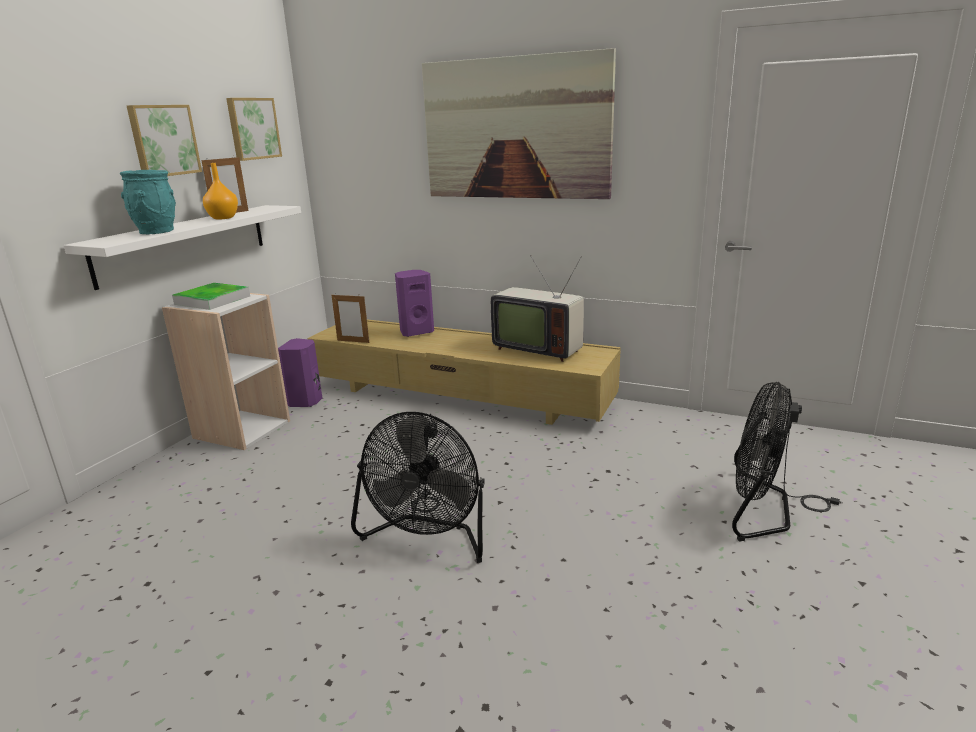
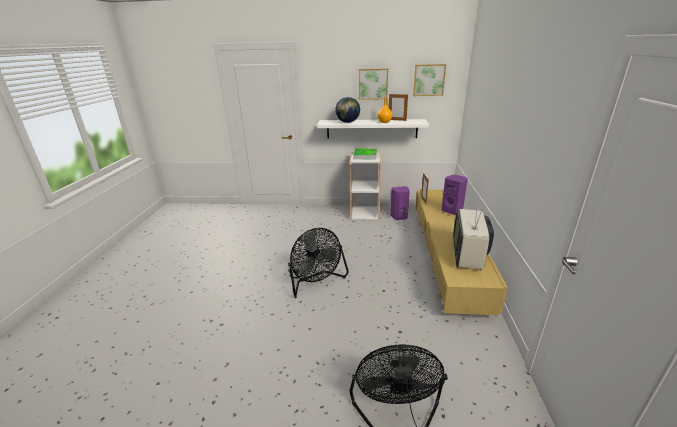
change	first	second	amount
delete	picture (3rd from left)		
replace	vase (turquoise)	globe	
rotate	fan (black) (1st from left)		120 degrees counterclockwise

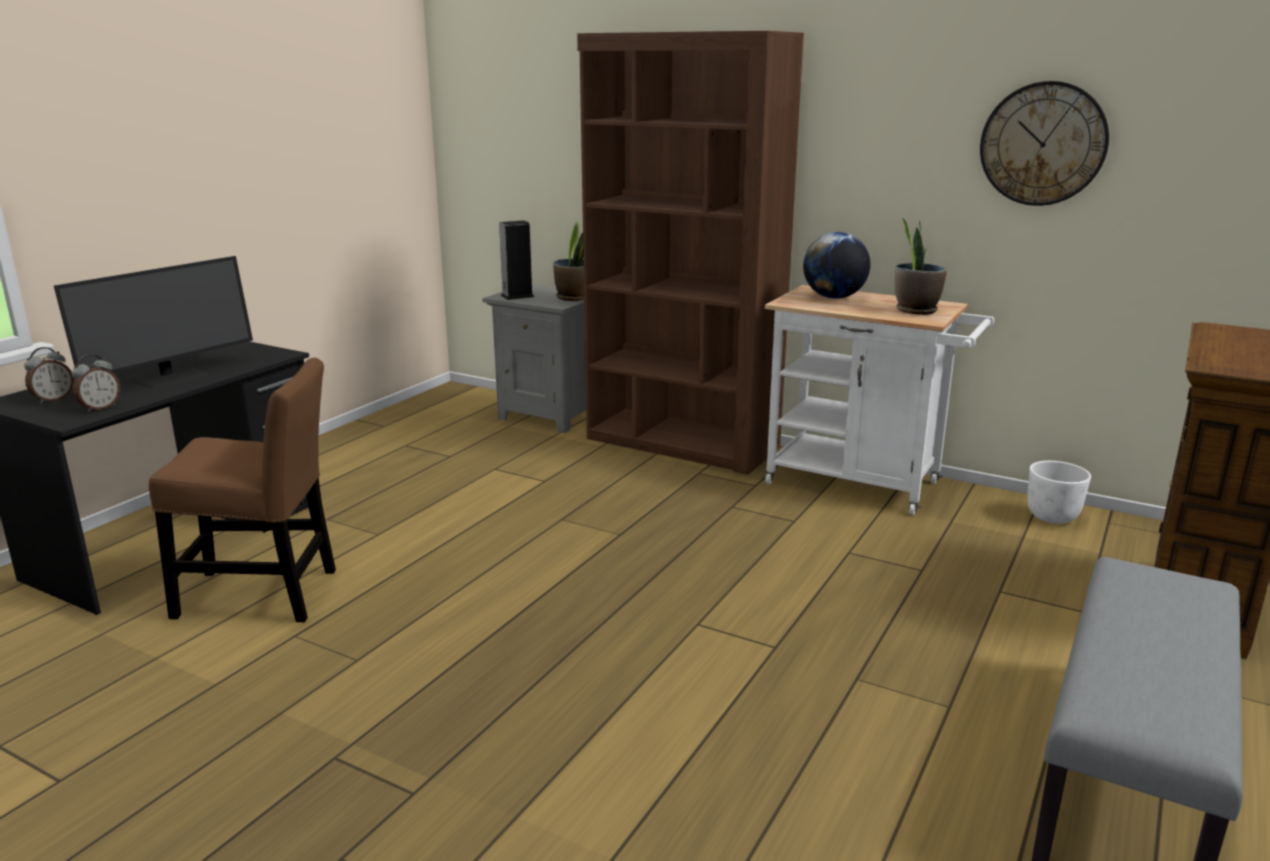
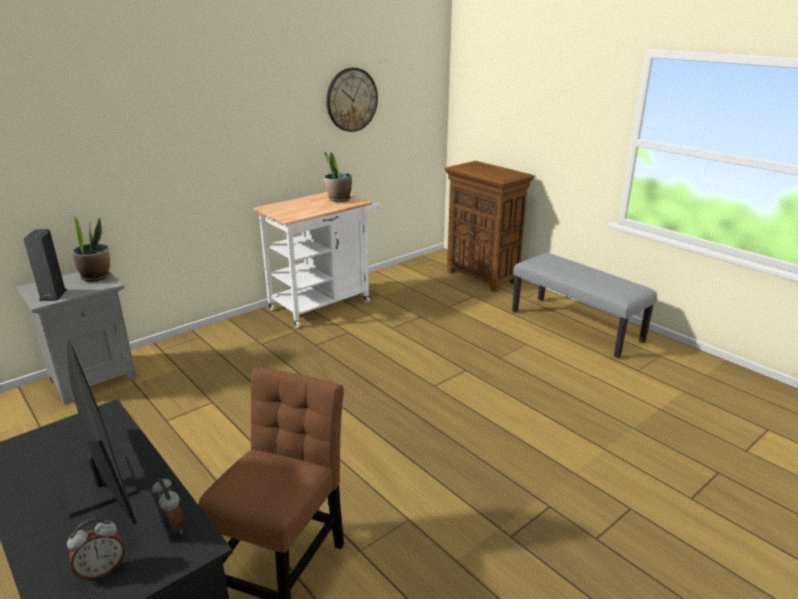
change	first	second	amount
delete	bookcase (brown)		
delete	globe		
delete	planter (white)		
rotate	alarm clock (1st from left)		90 degrees clockwise

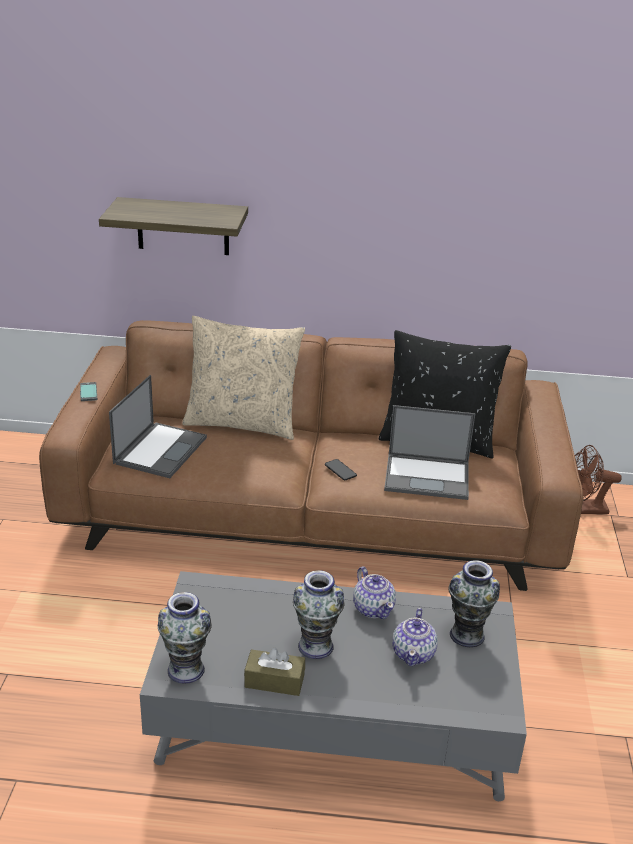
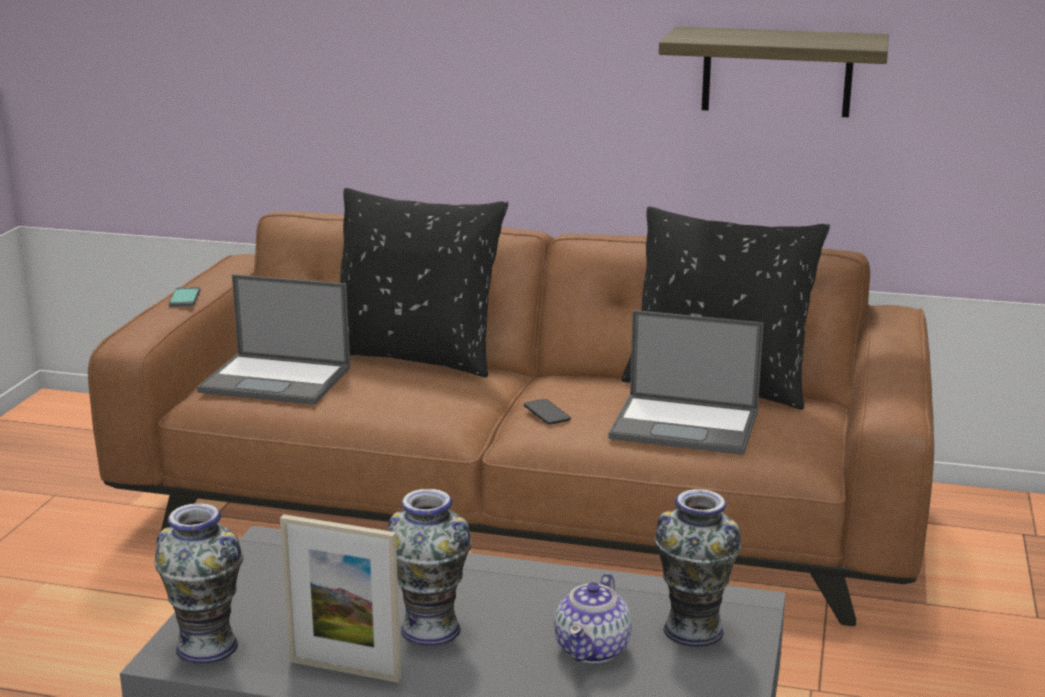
change	first	second	amount
delete	teapot (1st from left)		
delete	fan (brown)		
move	shelf		
replace	tissue box (brown)	picture frame	
recolor	pillow (beige)	pillow (black) (1st from left)	
rotate	laptop (1st from left)		75 degrees clockwise

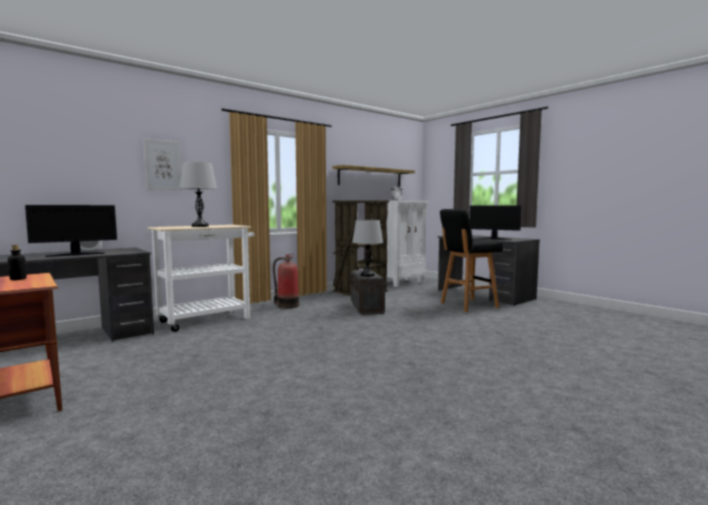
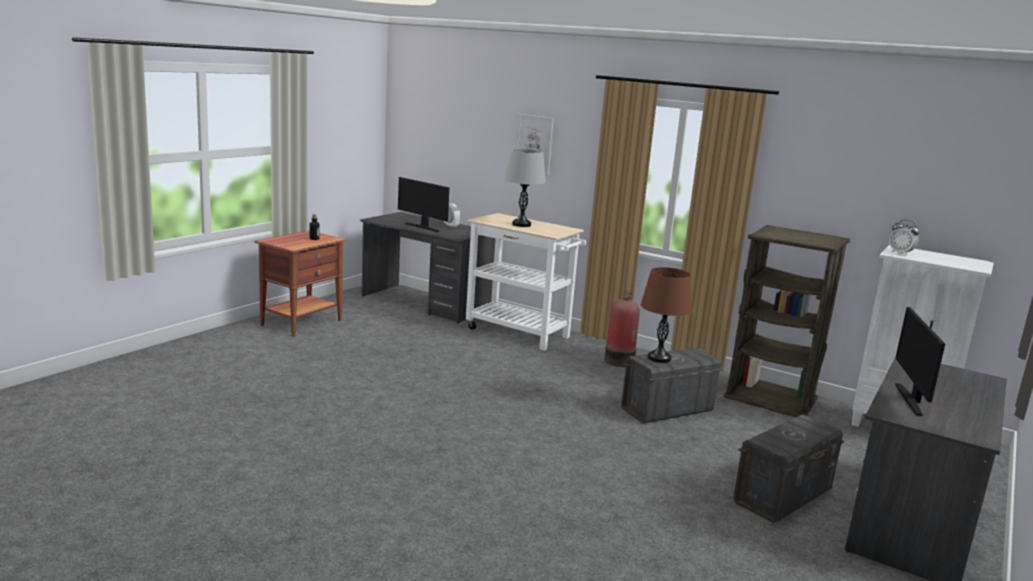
change	first	second	amount
delete	shelf		
replace	stool (black)	storage box (grey) (2nd from left)	
recolor	table lamp (grey) (2nd from left)	table lamp (brown)	

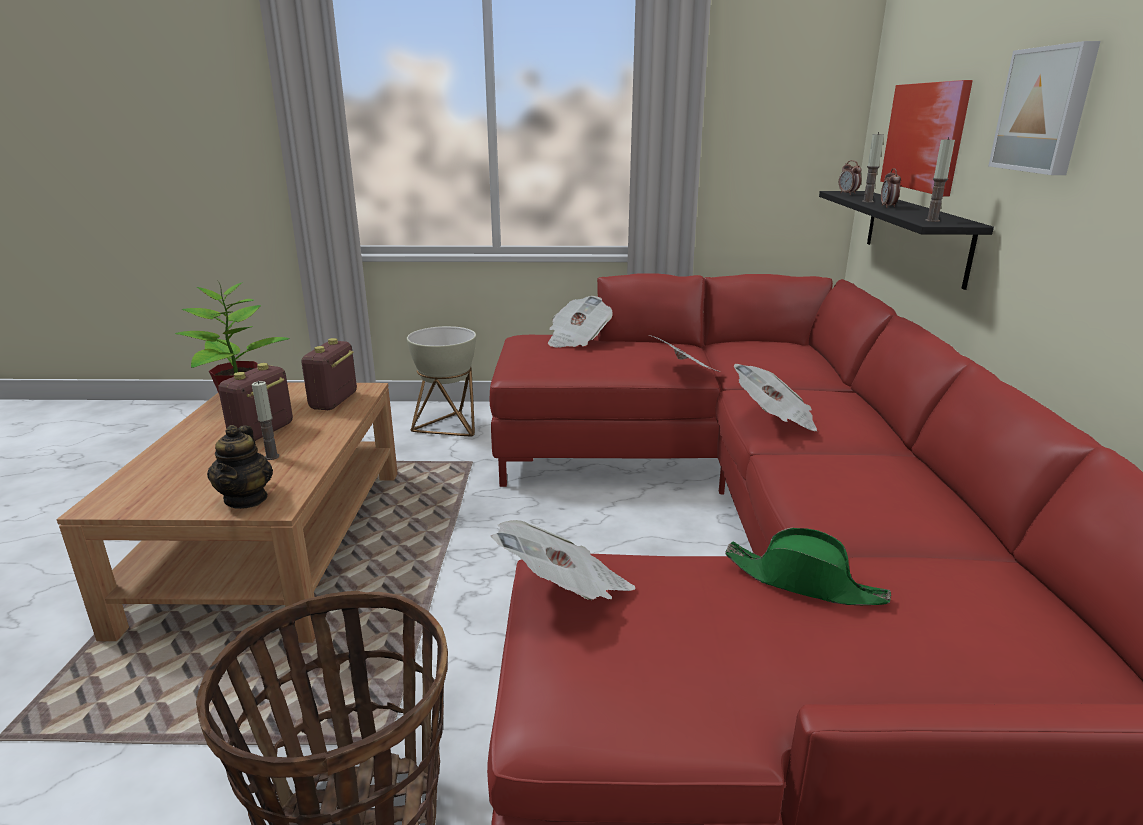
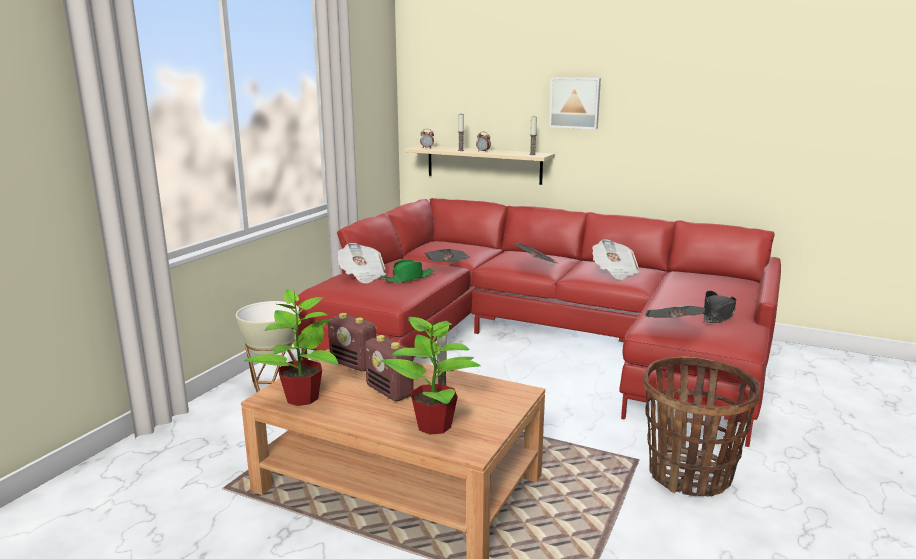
change	first	second	amount
delete	teapot		
delete	picture (1st from left)		
insert		potted plant (2nd from left)	
insert		newspaper (4th from left)	
insert		hat (black)	
move	hat (green)		
recolor	shelf (black)	shelf (beige)	

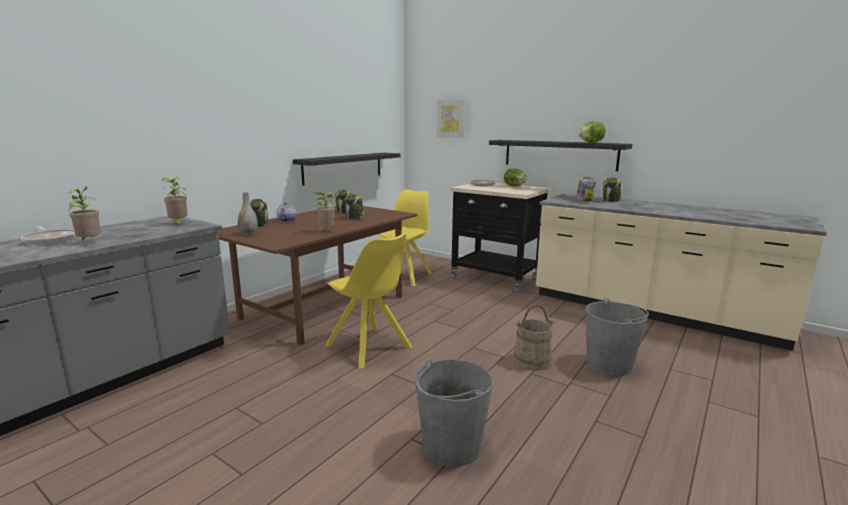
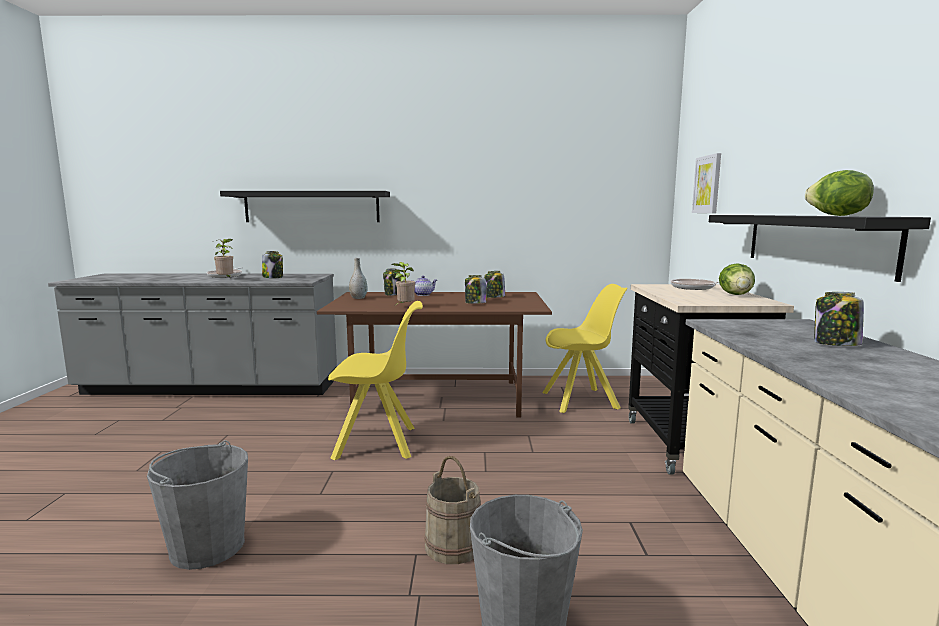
change	first	second	amount
delete	potted plant (2nd from left)		
move	shelf (black) (1st from left)		
move	jar (4th from left in the first image)	jar (1st from left)	
rotate	chair (yellow) (1st from left)		105 degrees counterclockwise

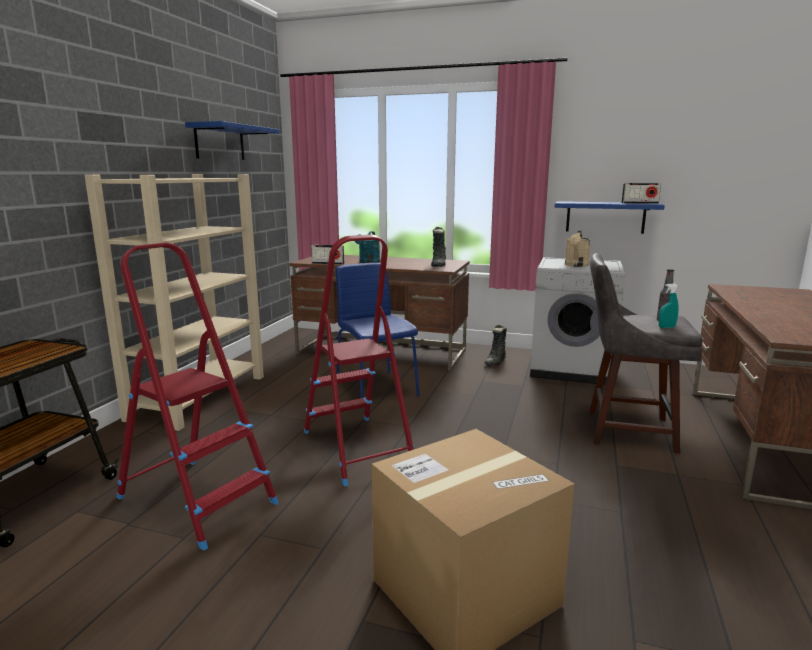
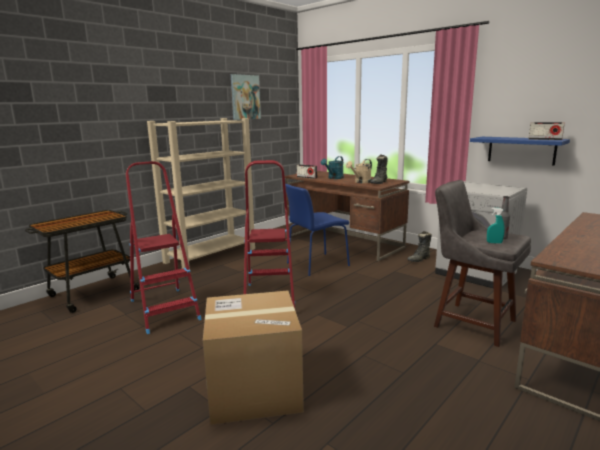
change	first	second	amount
move	watering can (beige)		
replace	shelf (blue) (1st from left)	picture	
rotate	chair (blue)		120 degrees counterclockwise

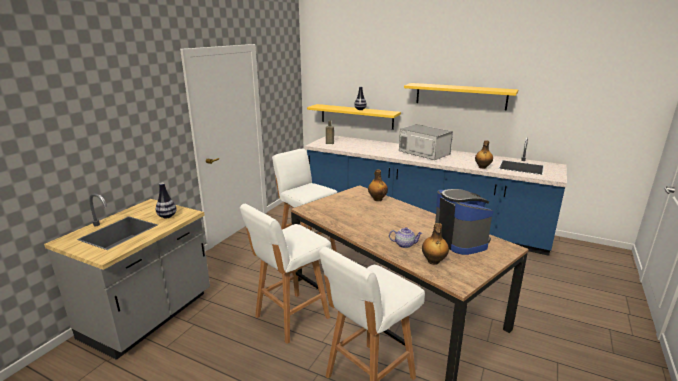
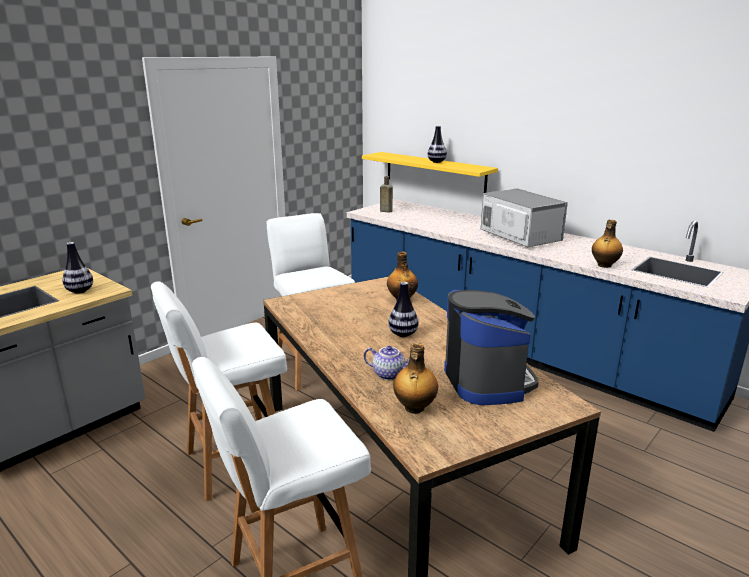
change	first	second	amount
delete	shelf (yellow) (2nd from left)		
insert		vase (2nd from left)	

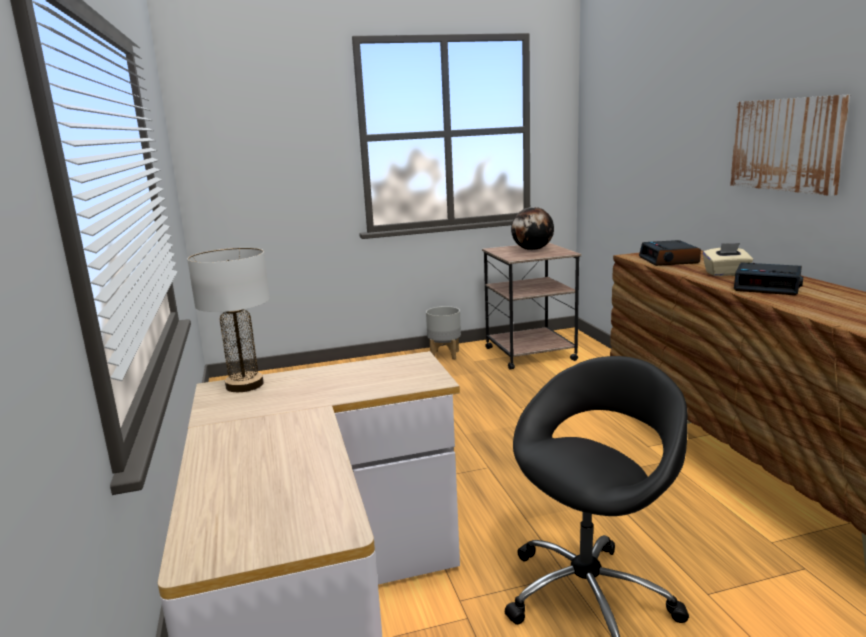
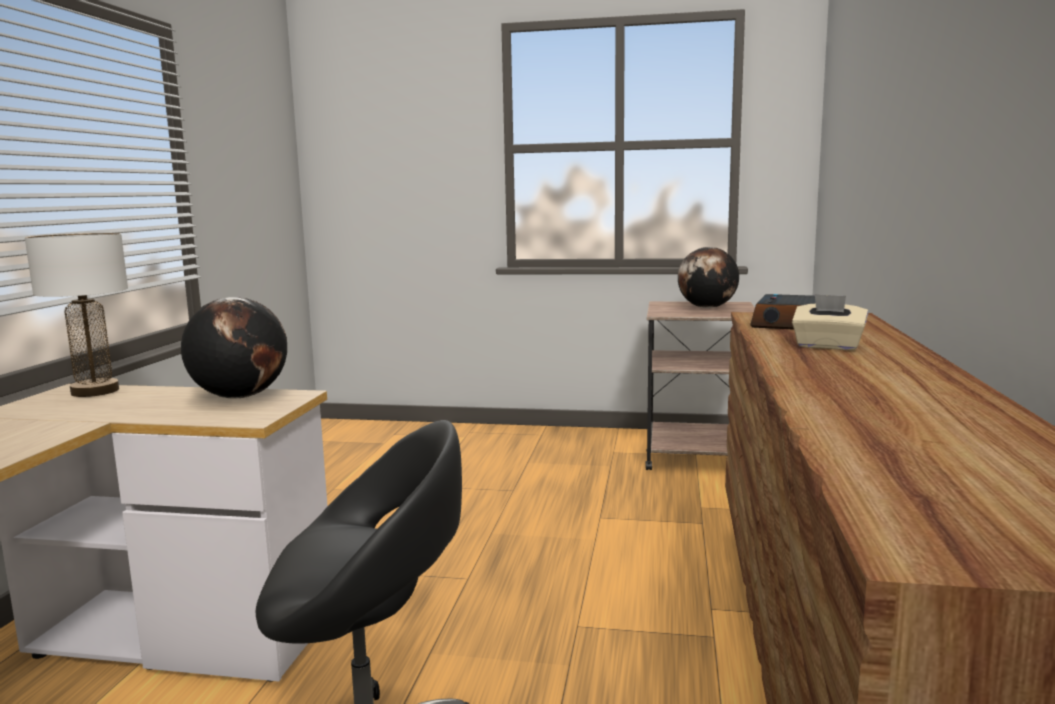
change	first	second	amount
delete	planter (grey)		
delete	picture		
delete	alarm clock (2nd from left)		
insert		globe (1st from left)	

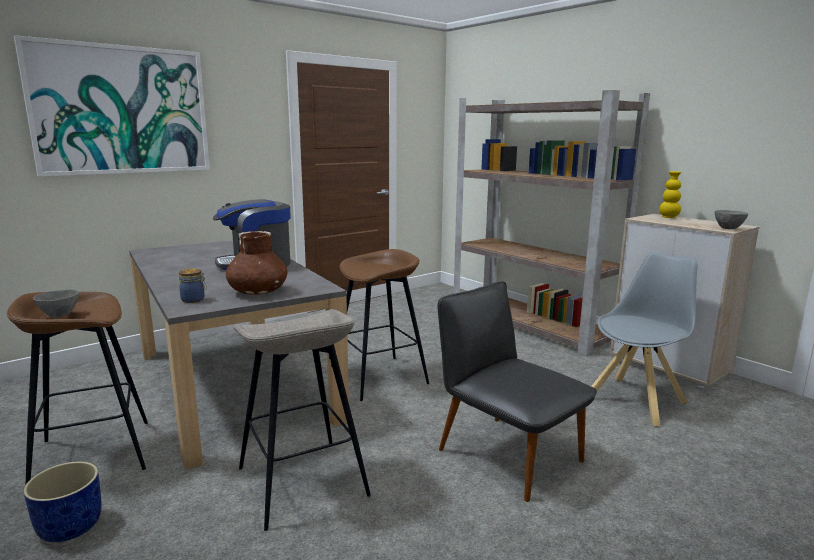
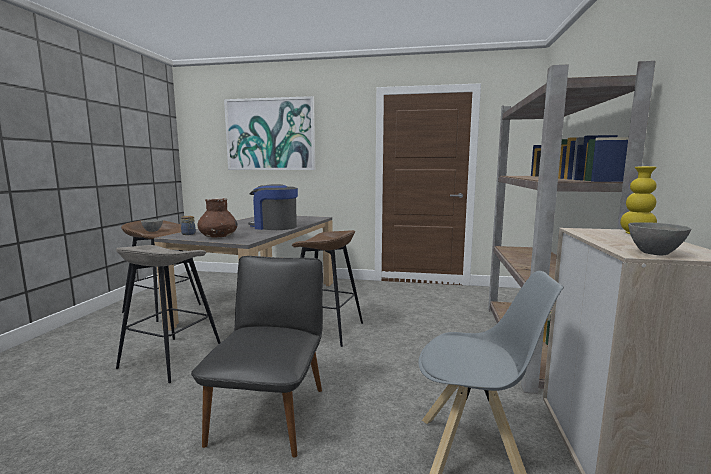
change	first	second	amount
delete	planter (blue)		

